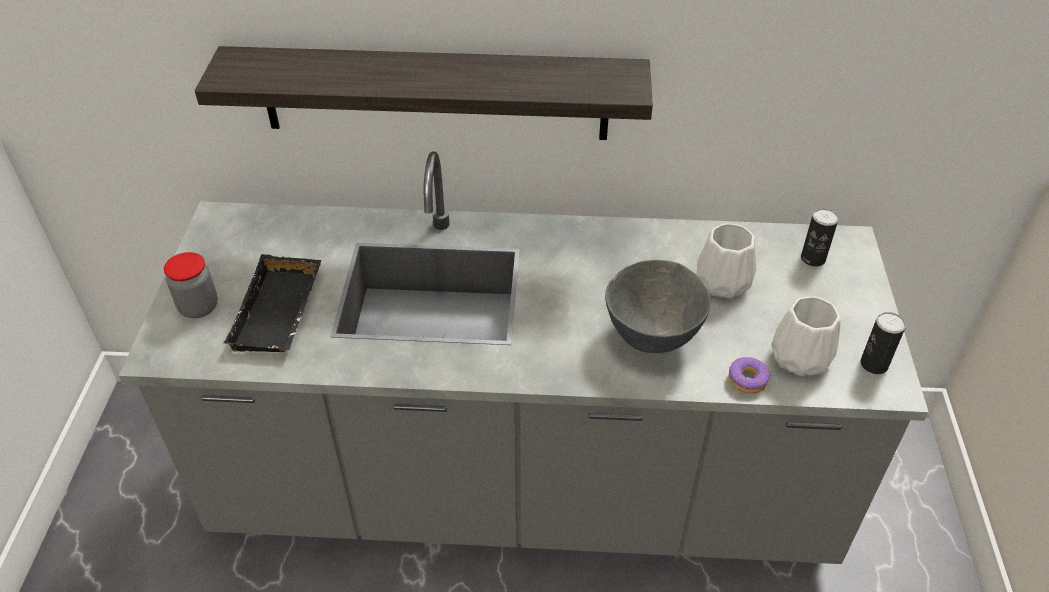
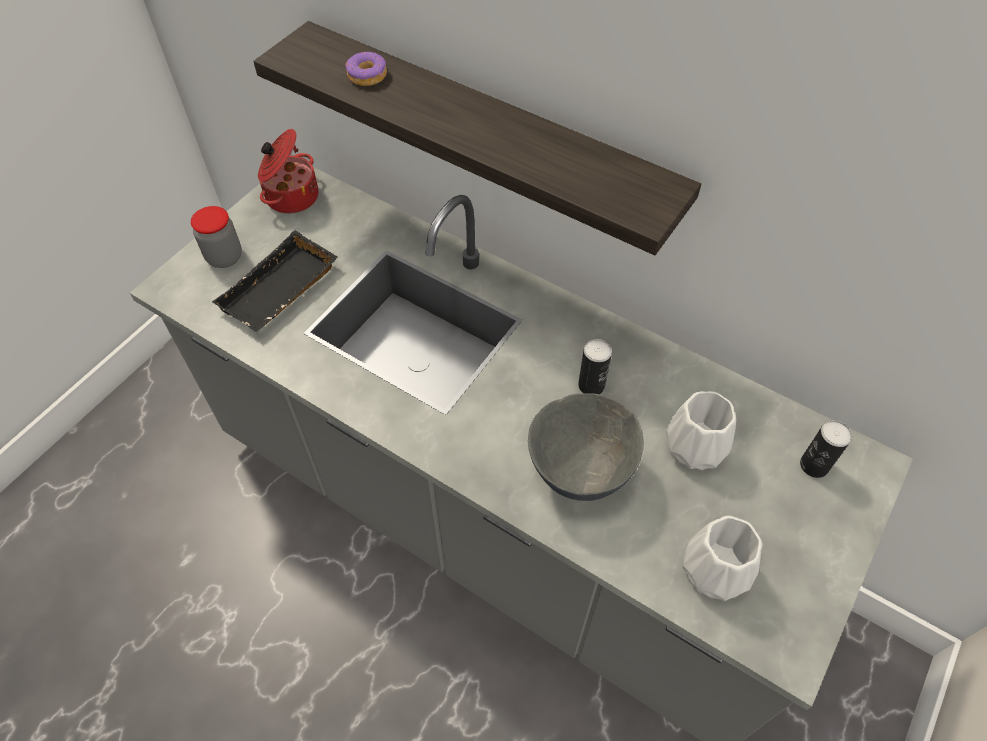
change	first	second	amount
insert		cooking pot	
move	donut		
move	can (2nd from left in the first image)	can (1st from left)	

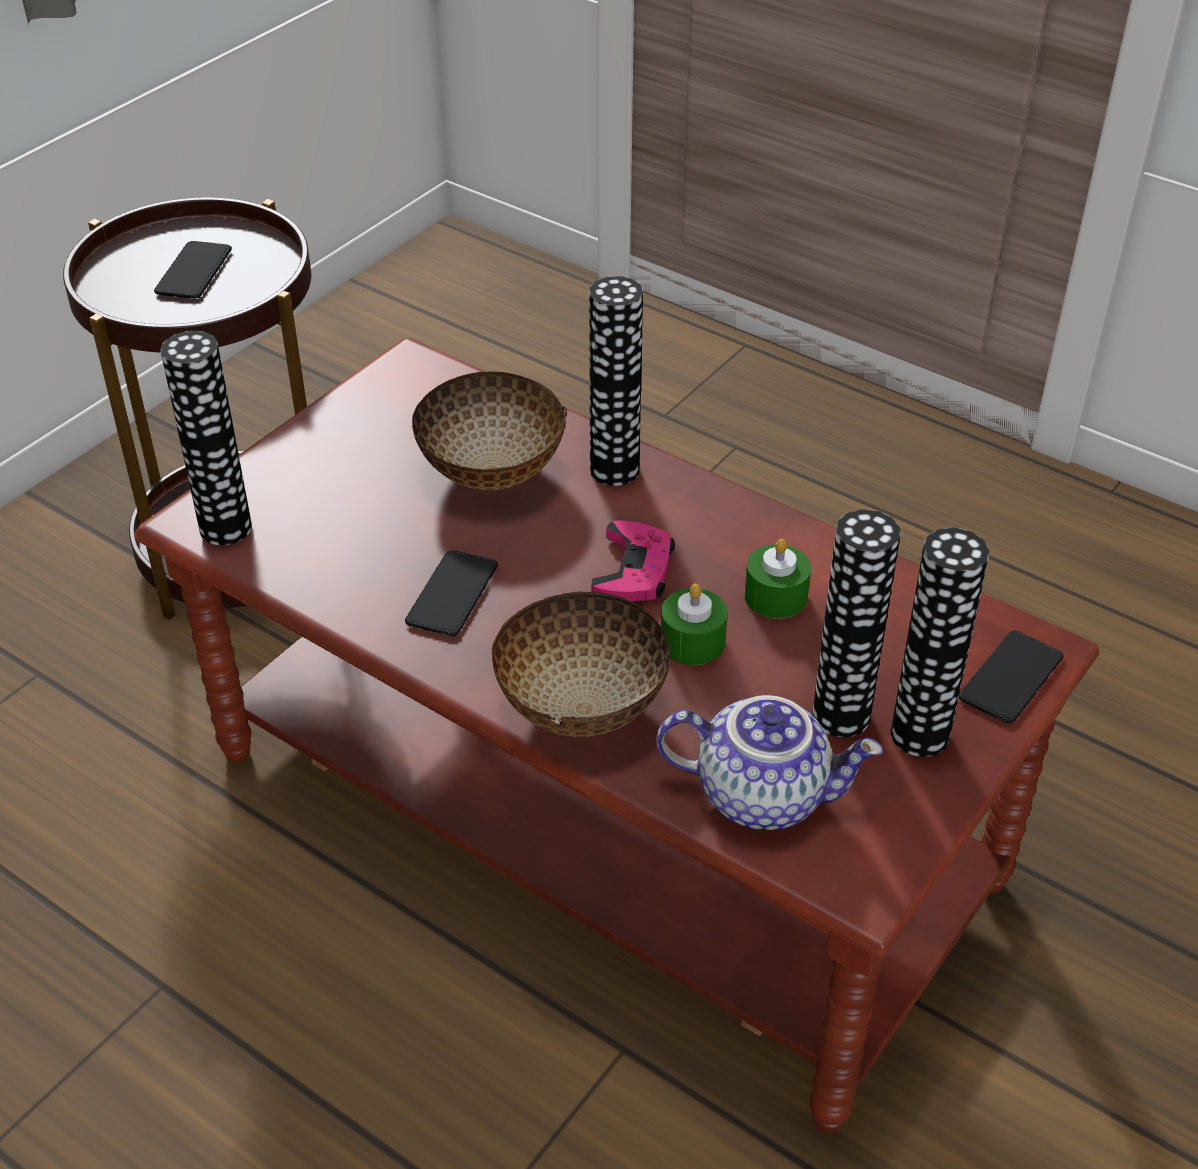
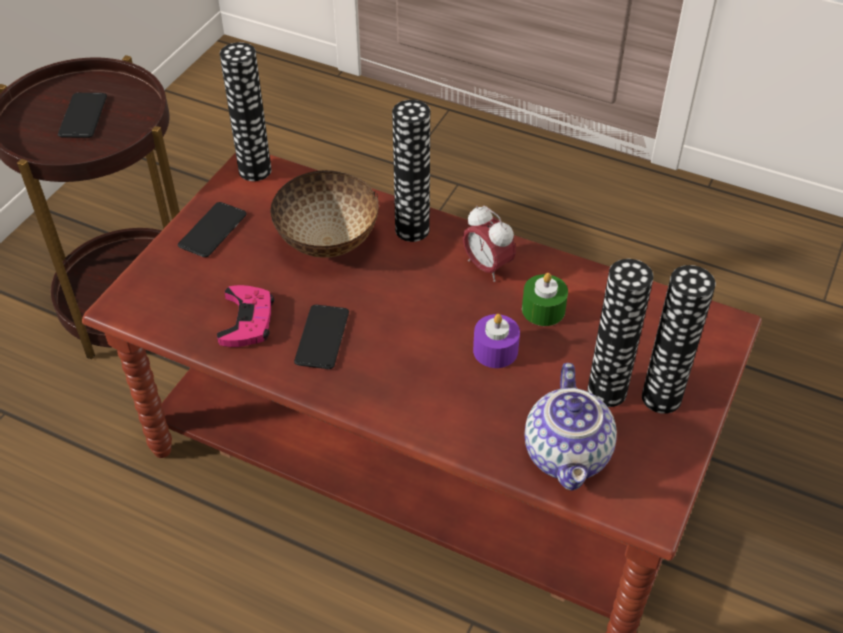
change	first	second	amount
delete	bowl (2nd from left)		
insert		alarm clock	
move	vase (1st from left)		
move	game controller (pink)		
move	phone (3rd from left in the first image)	phone (2nd from left)	
recolor	candle (green) (1st from left)	candle (purple)	
rotate	teapot		90 degrees clockwise

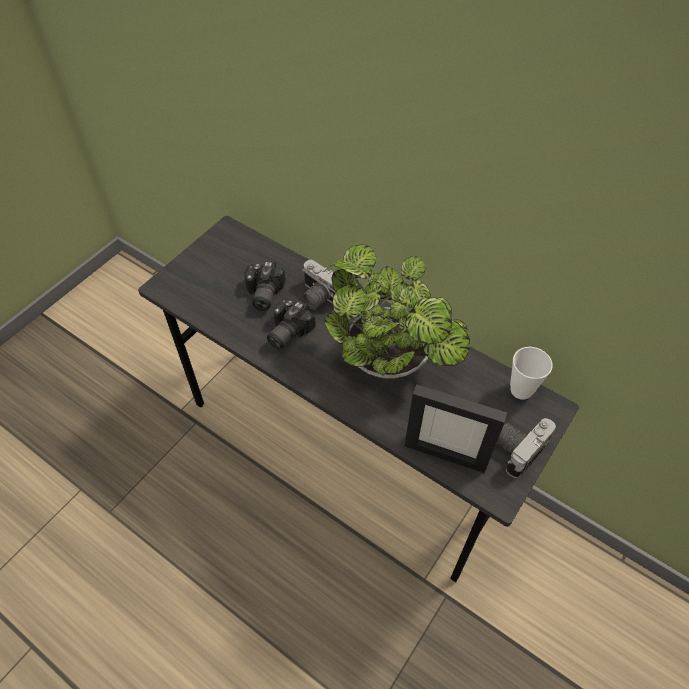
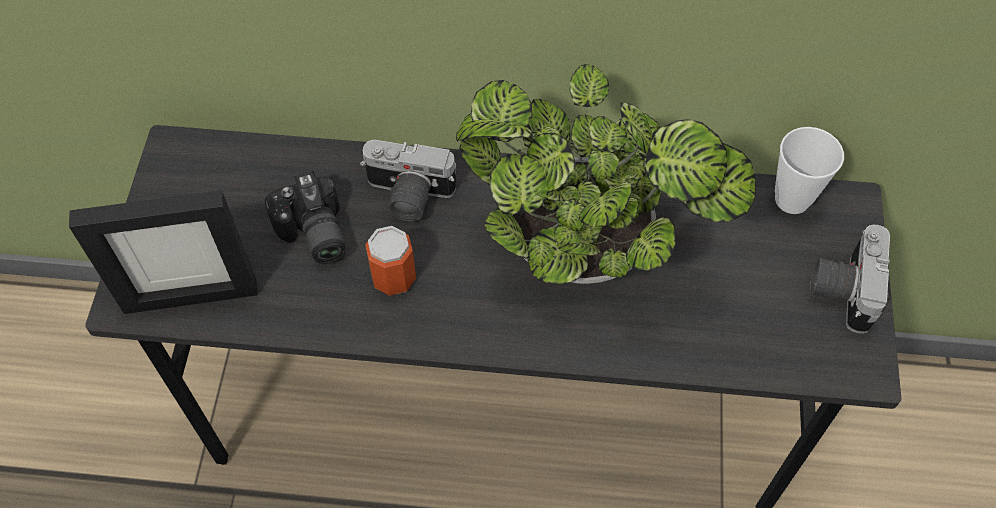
change	first	second	amount
move	picture frame		
replace	photo camera (2nd from left)	can	

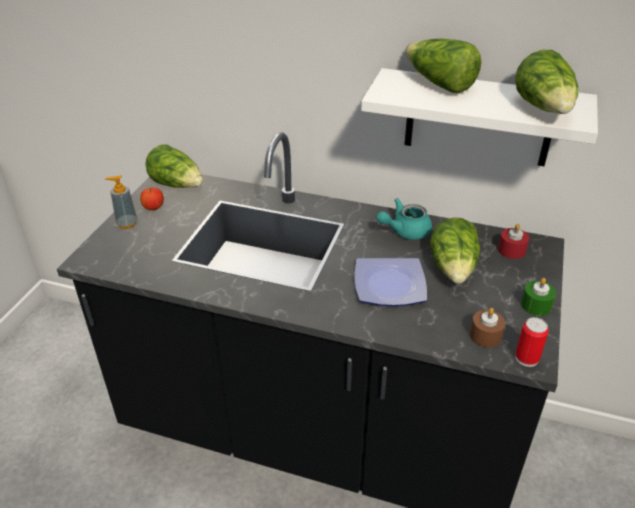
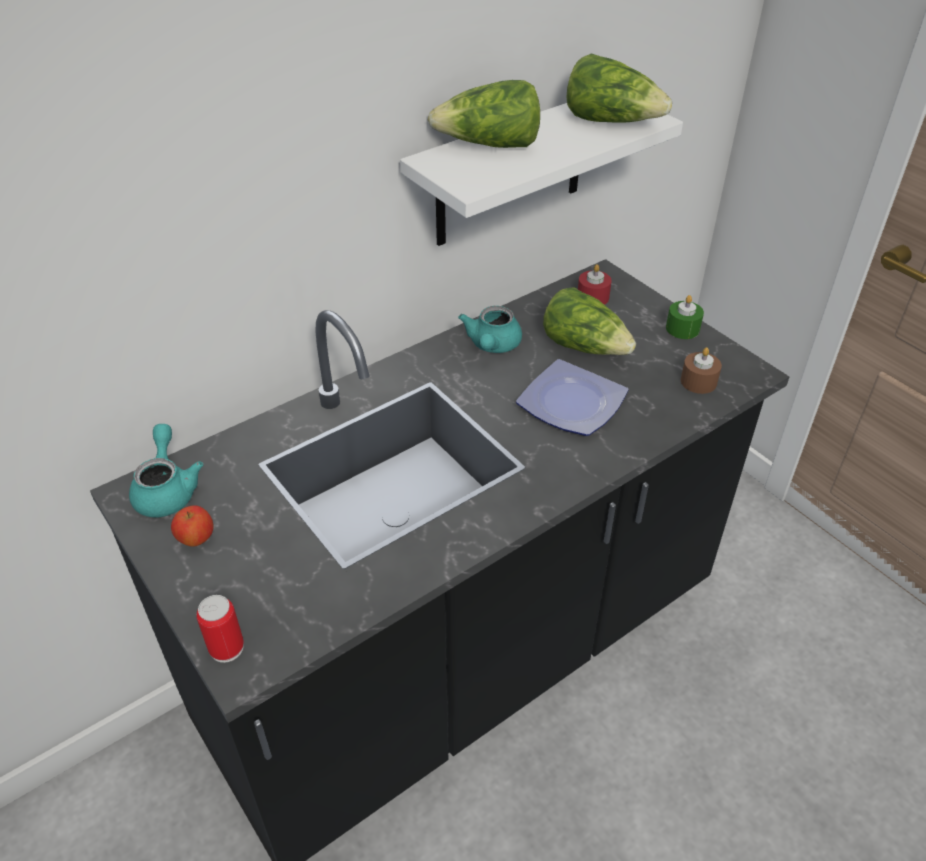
change	first	second	amount
delete	soap dispenser		
move	can		
replace	lettuce (1st from left)	teapot (turquoise) (1st from left)	

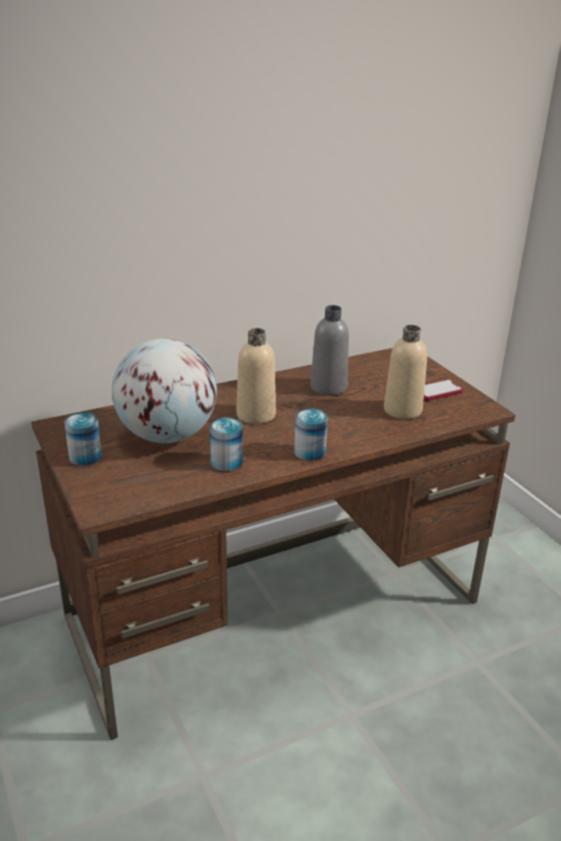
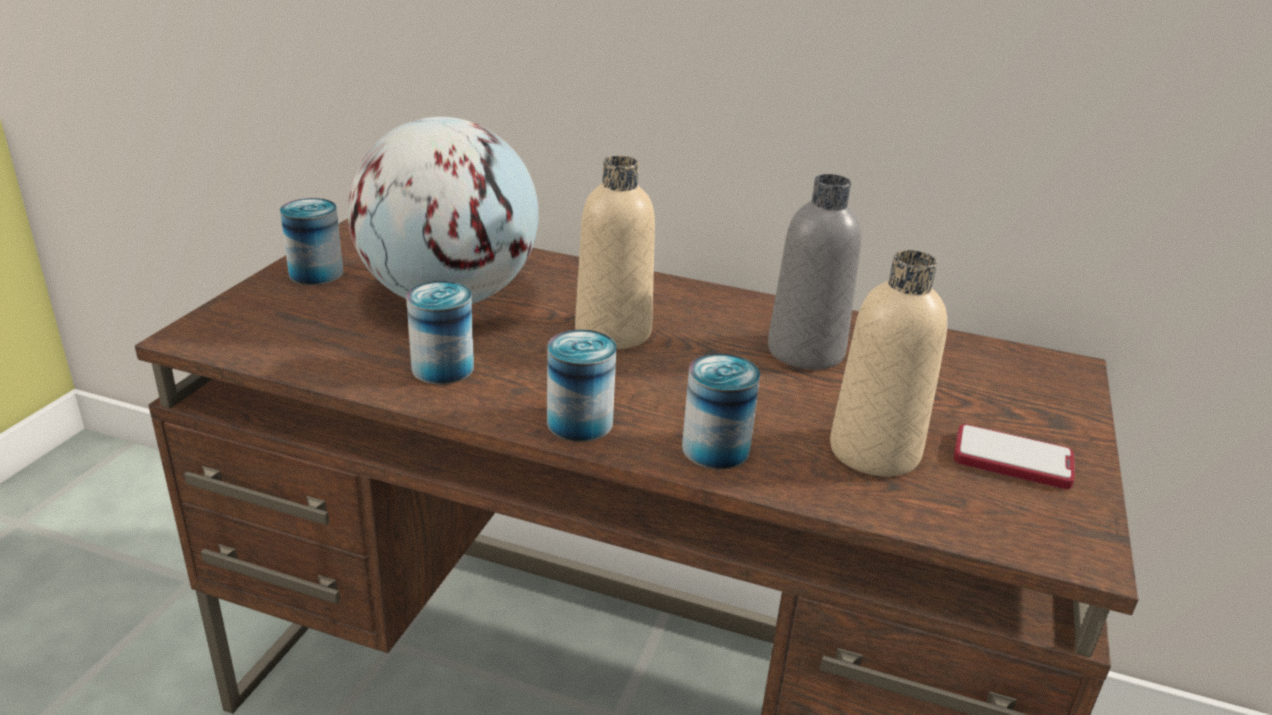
change	first	second	amount
insert		can (4th from left)	

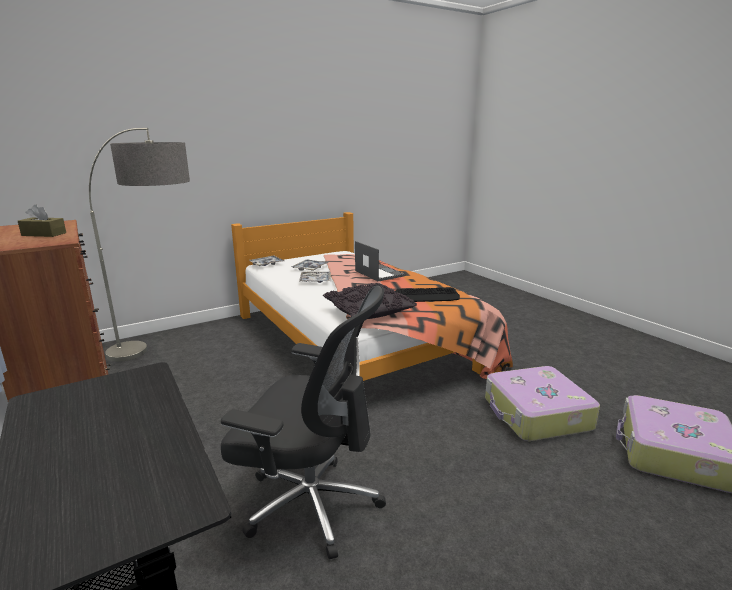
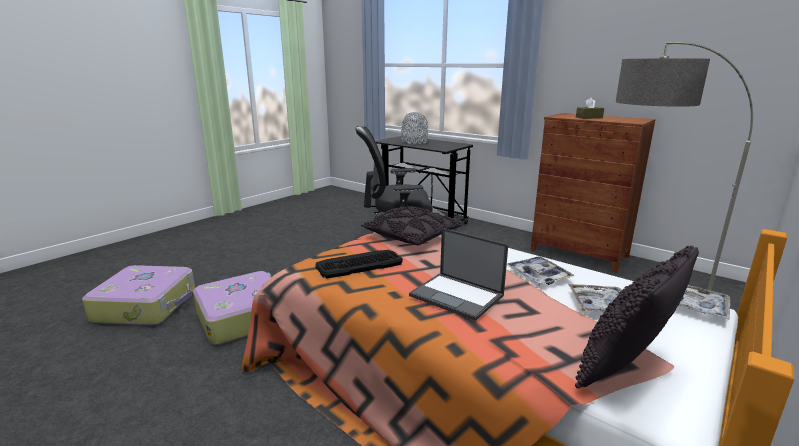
change	first	second	amount
insert		vase (grey)	
insert		pillow (black) (2nd from left)	

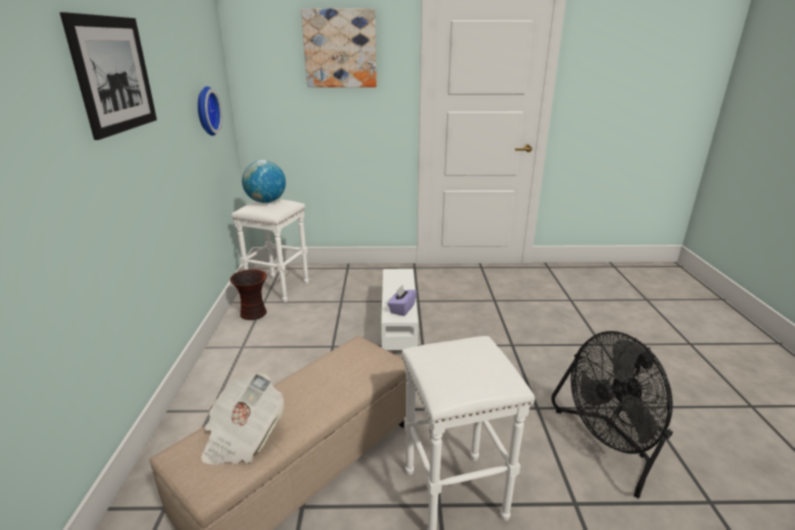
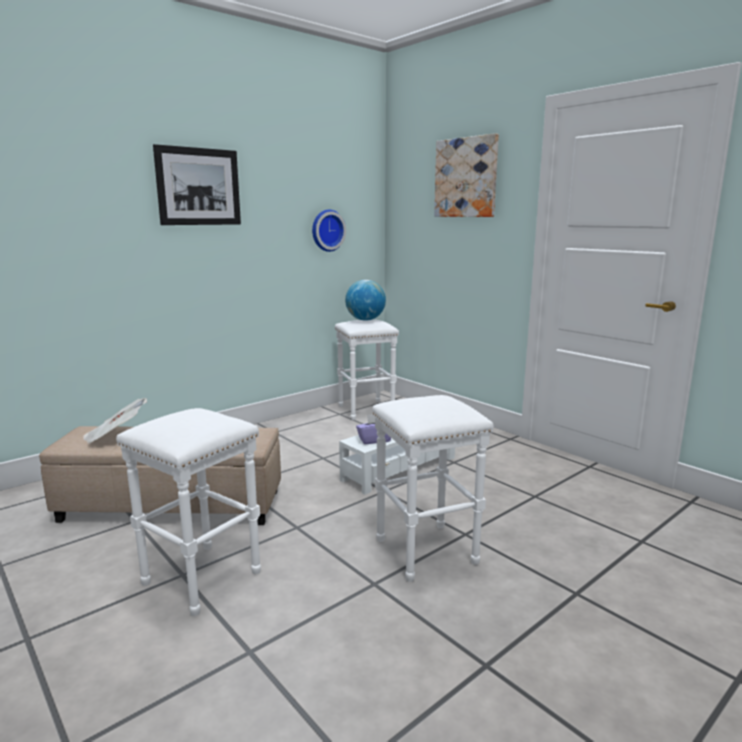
change	first	second	amount
delete	vase		
delete	fan (black)		
insert		stool (white) (3rd from left)	

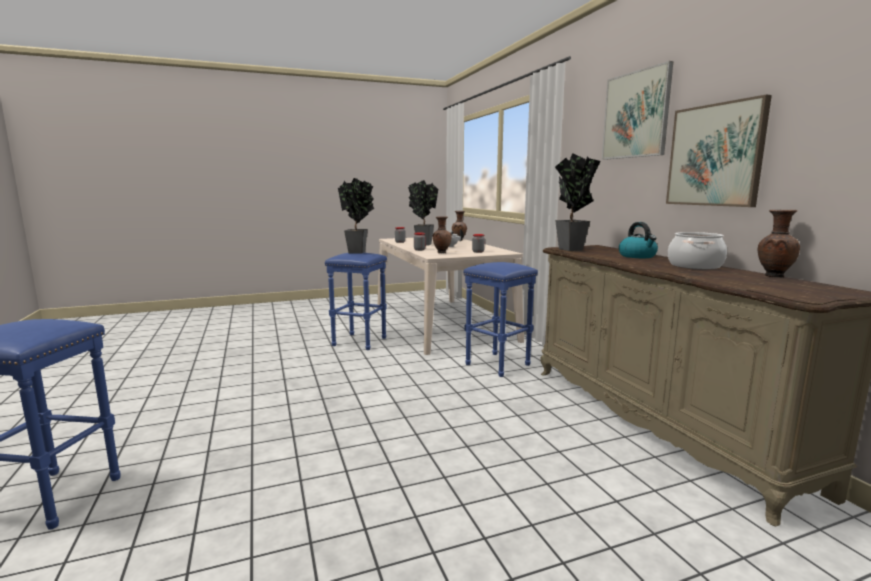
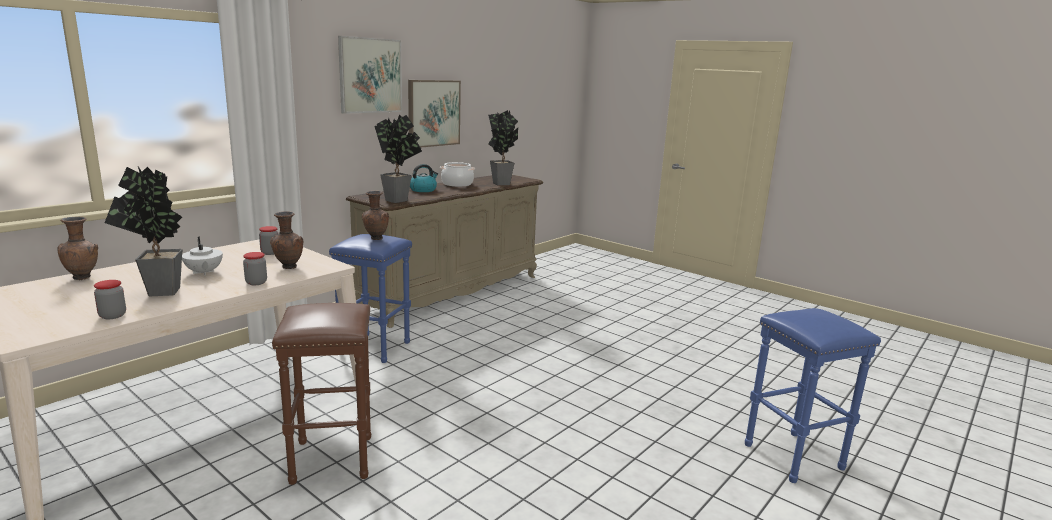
change	first	second	amount
move	potted plant (1st from left in the first image)	potted plant (3rd from left)	
move	vase (brown) (3rd from left)		
recolor	stool (blue) (2nd from left)	stool (brown)	

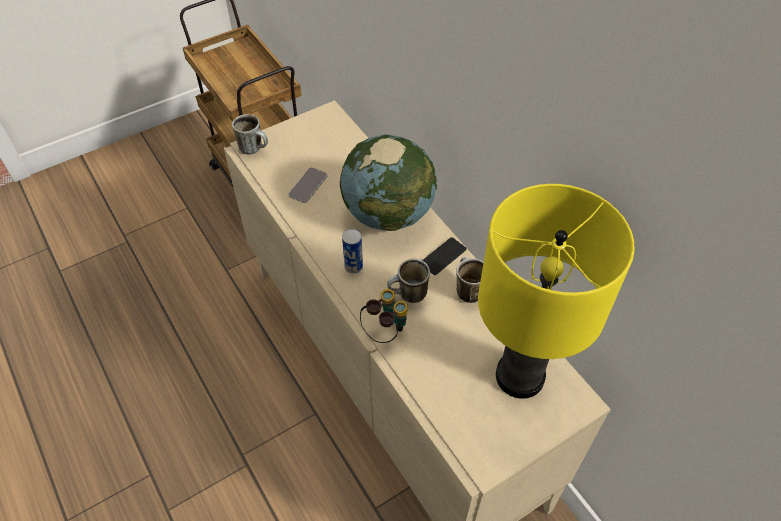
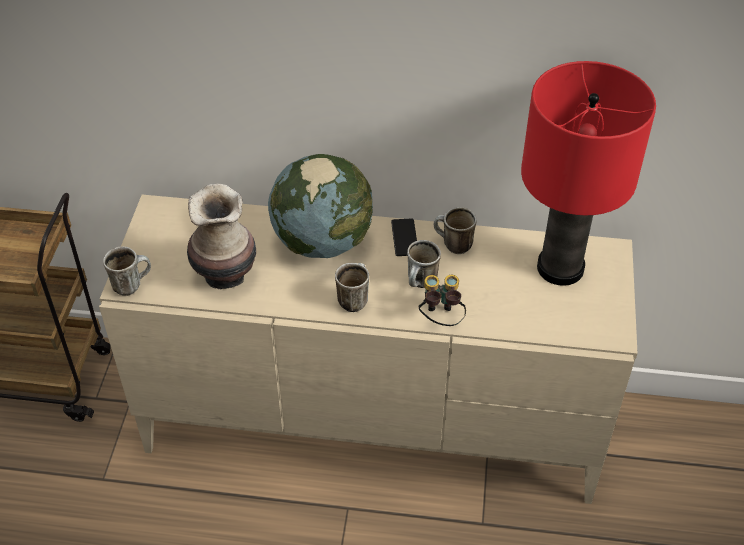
change	first	second	amount
replace	phone (1st from left)	vase	
replace	can	mug (2nd from left)	
recolor	table lamp (yellow)	table lamp (red)	

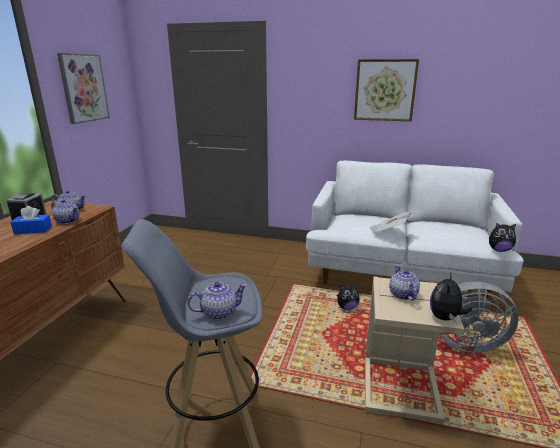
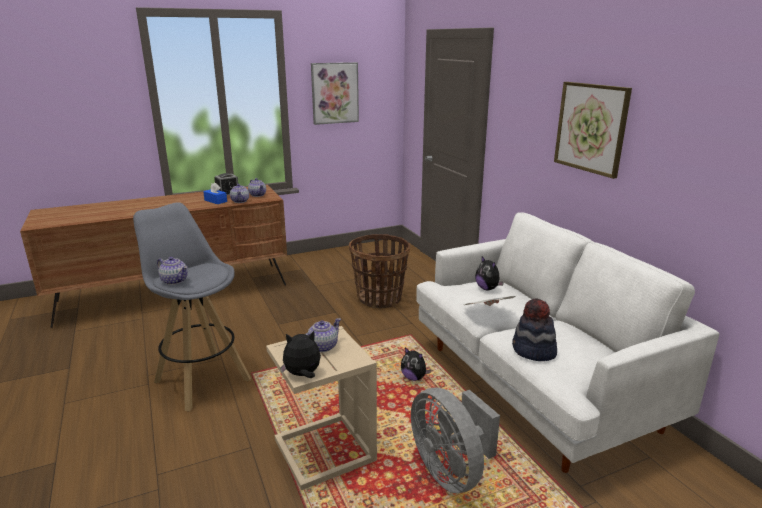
change	first	second	amount
insert		basket	
insert		hat	
move	plush toy (3rd from left)		

